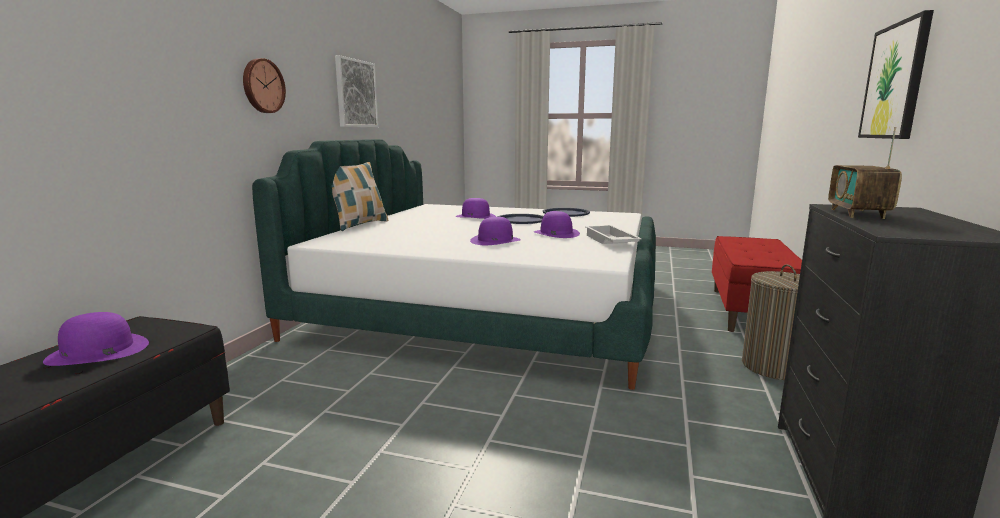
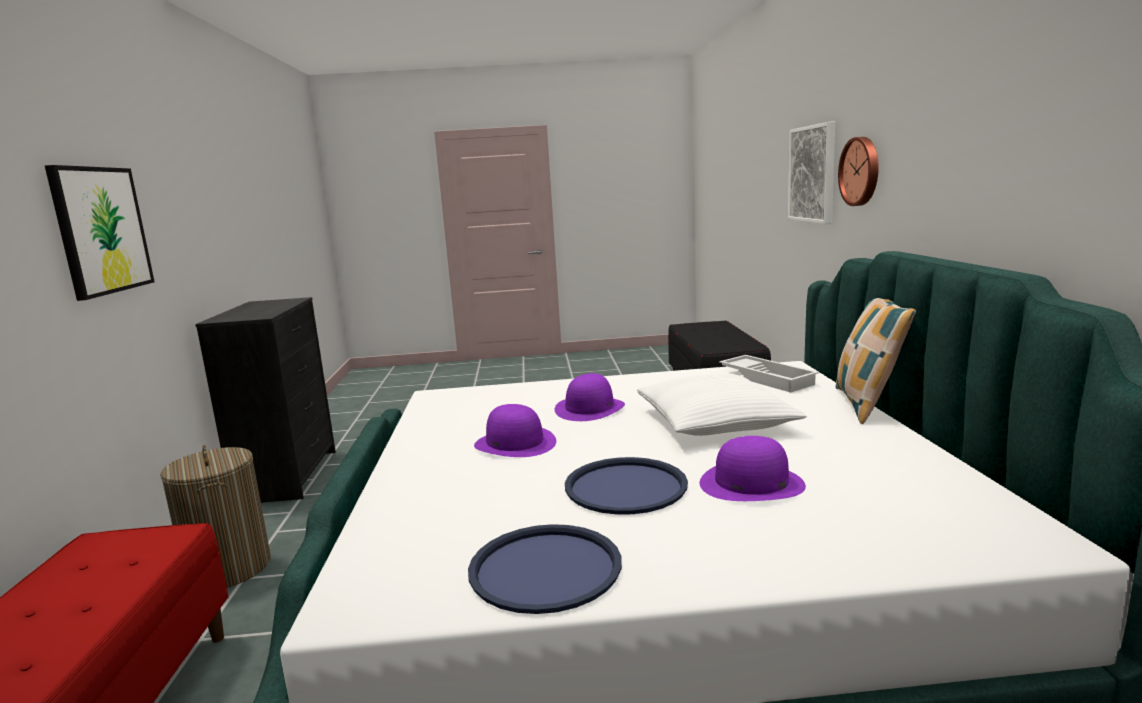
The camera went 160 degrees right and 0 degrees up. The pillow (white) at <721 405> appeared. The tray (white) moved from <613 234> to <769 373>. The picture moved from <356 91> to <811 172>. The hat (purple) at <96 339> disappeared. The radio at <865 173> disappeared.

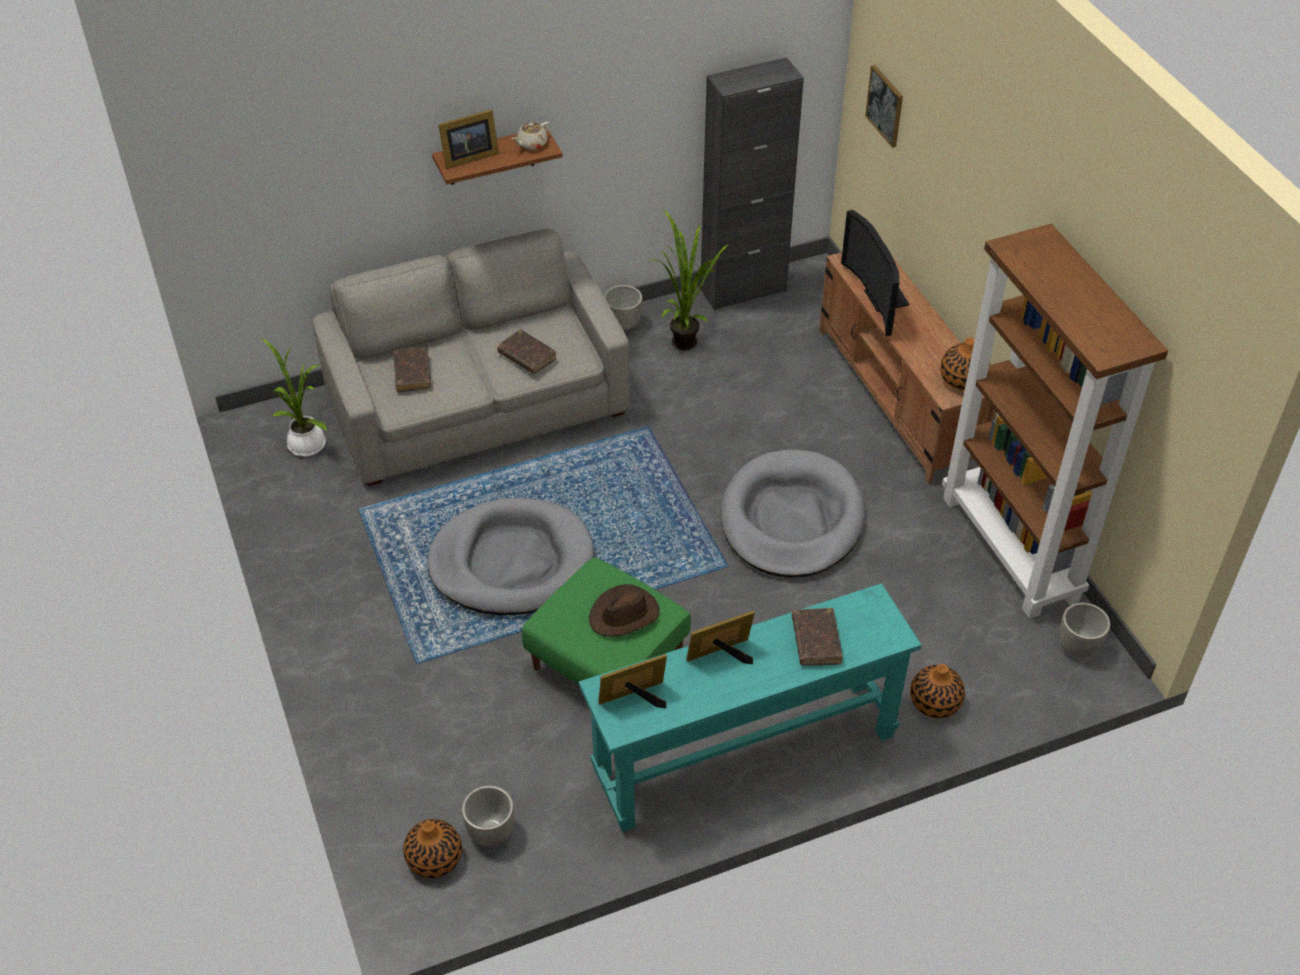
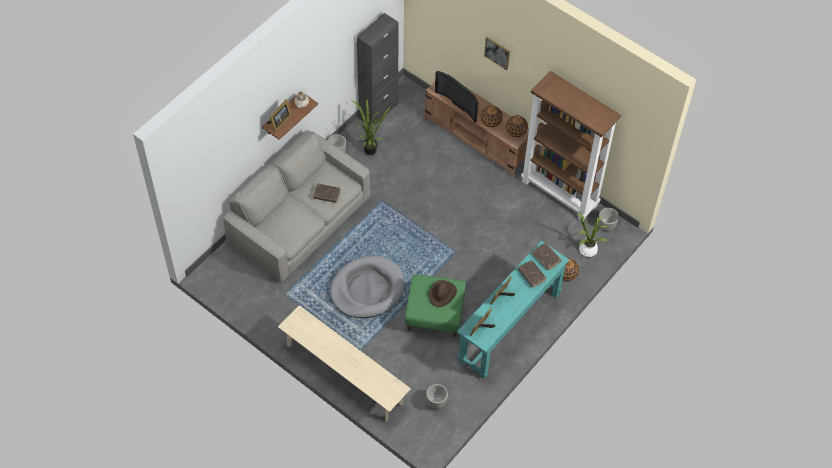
The camera went 30 degrees left and 10 degrees up. The bench (beige) at <344 363> appeared. The vase moved from <432 848> to <491 116>. The picture moved from <884 106> to <497 54>. The book (brown) moved from <412 370> to <547 257>. The potted plant moved from <295 398> to <592 234>. The dog bed (grey) at <792 514> disappeared.

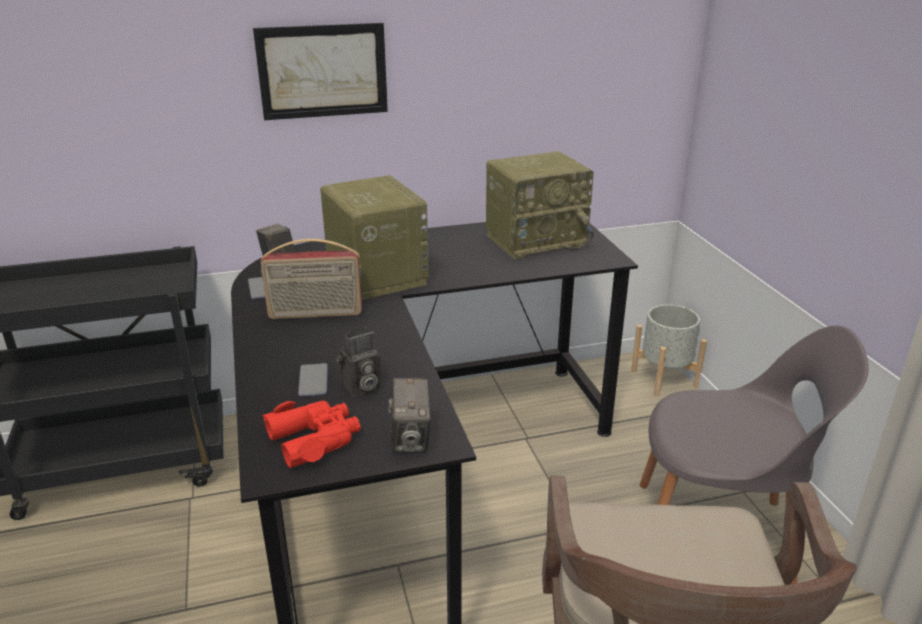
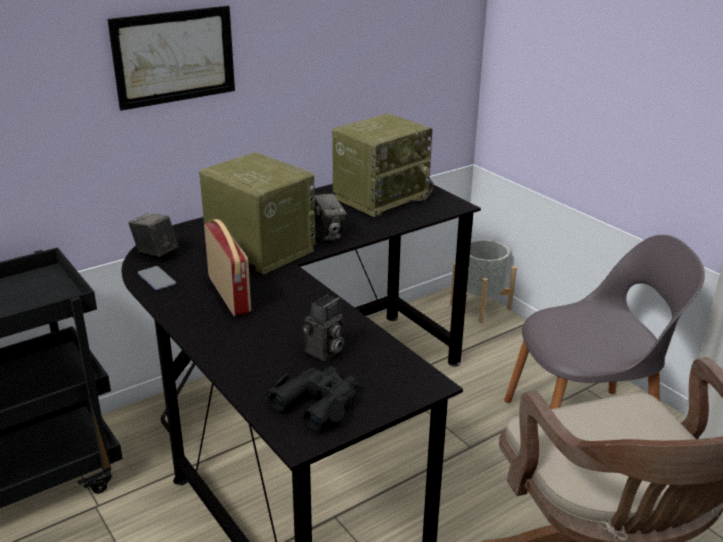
The camera went 20 degrees left and 0 degrees up. The radio at <311 279> turned 90 degrees counterclockwise. The binoculars (red) at <312 434> became the binoculars (black) at <312 399>. The photo camera moved from <409 415> to <329 217>. The phone at <313 380> disappeared.

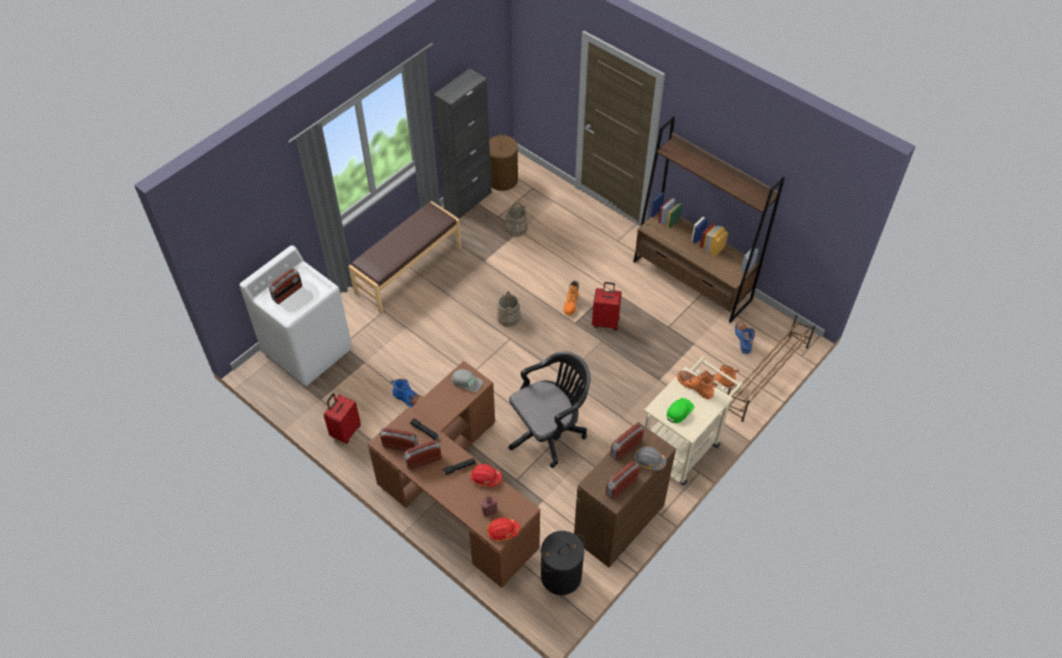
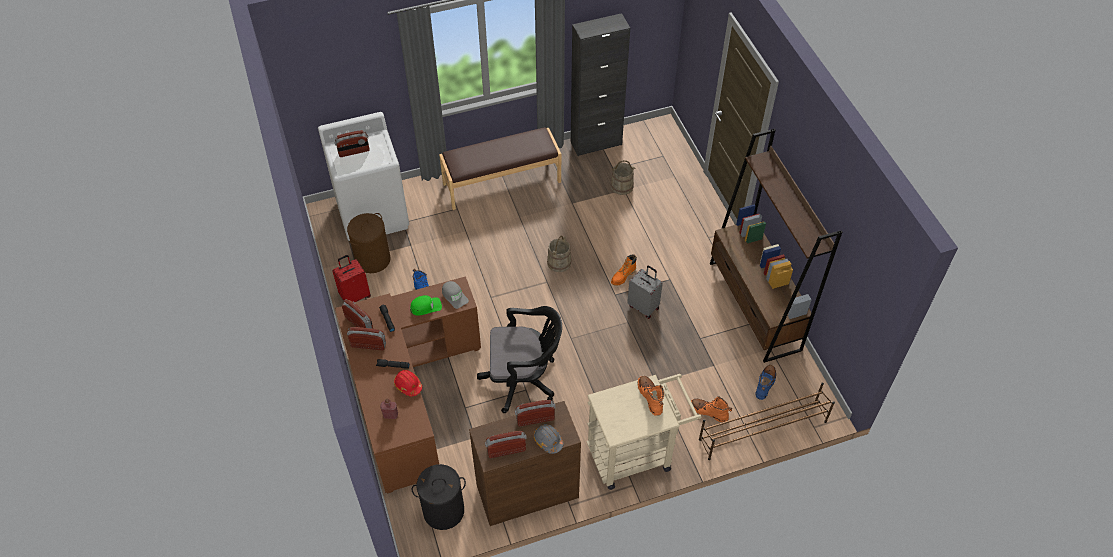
The camera went 30 degrees right and 0 degrees up. The laundry basket (brown) moved from <503 162> to <368 243>. The cap (green) moved from <680 410> to <426 305>. The suitcase (red) at <607 306> became the suitcase (grey) at <645 292>. The hard hat (red) at <503 529> disappeared.

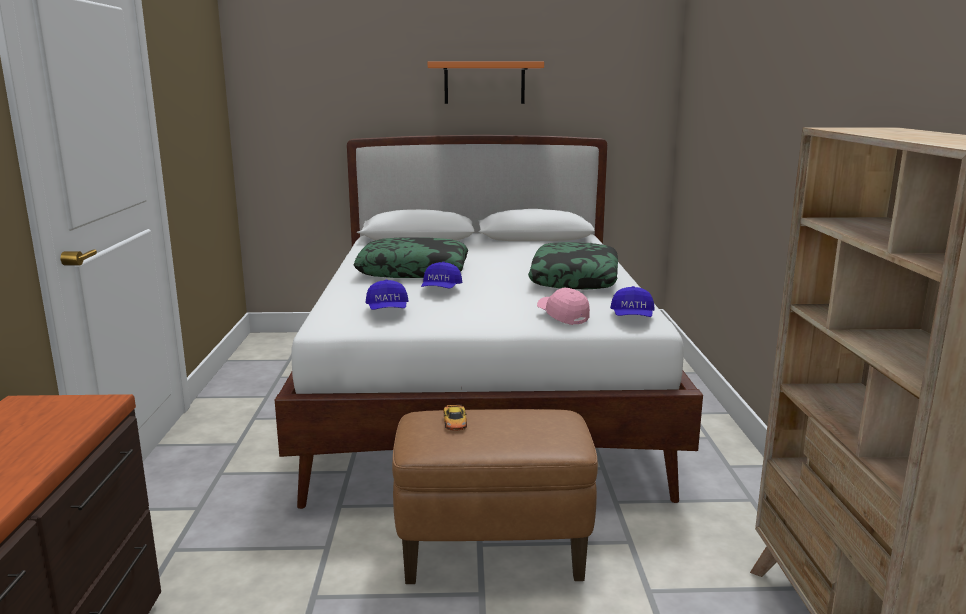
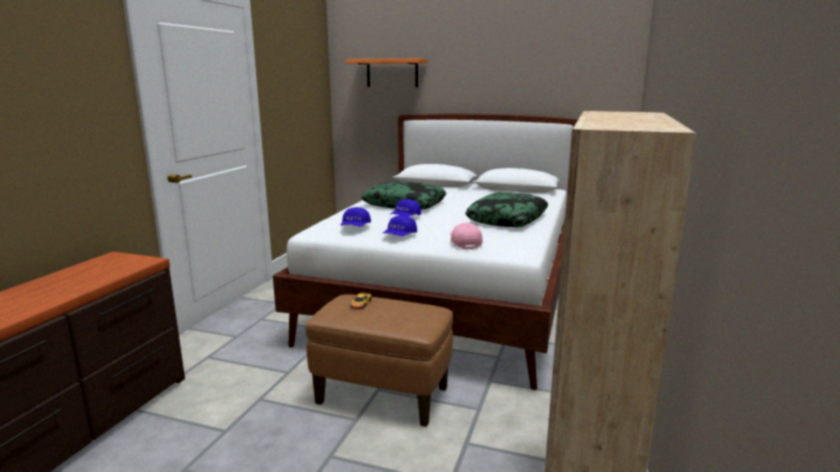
The camera went 20 degrees right and 0 degrees up. The shelf (orange) moved from <486 83> to <387 72>. The cap (blue) moved from <632 301> to <400 225>.

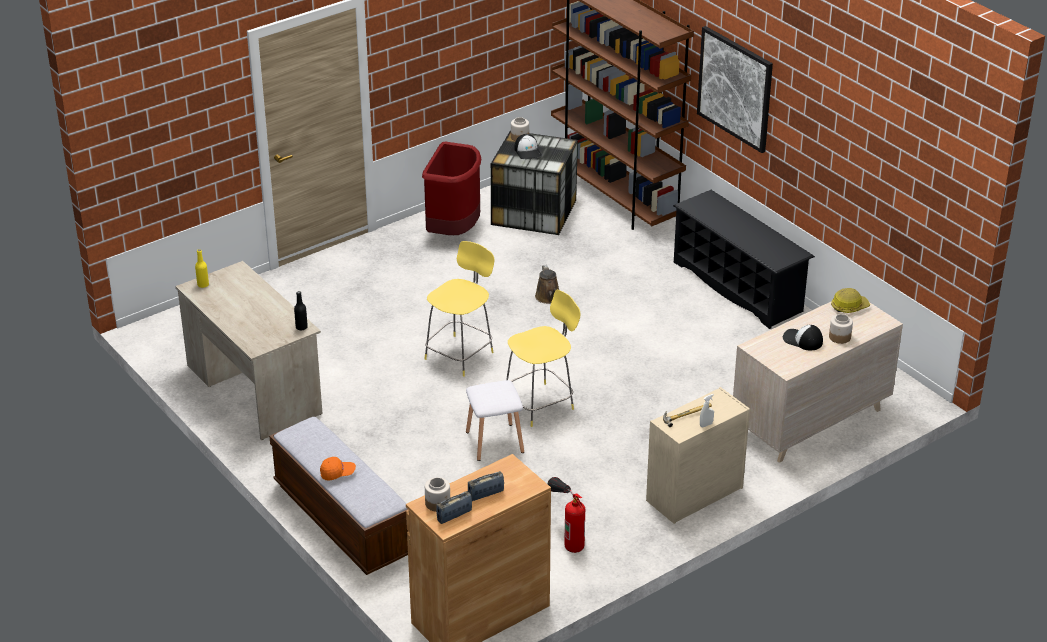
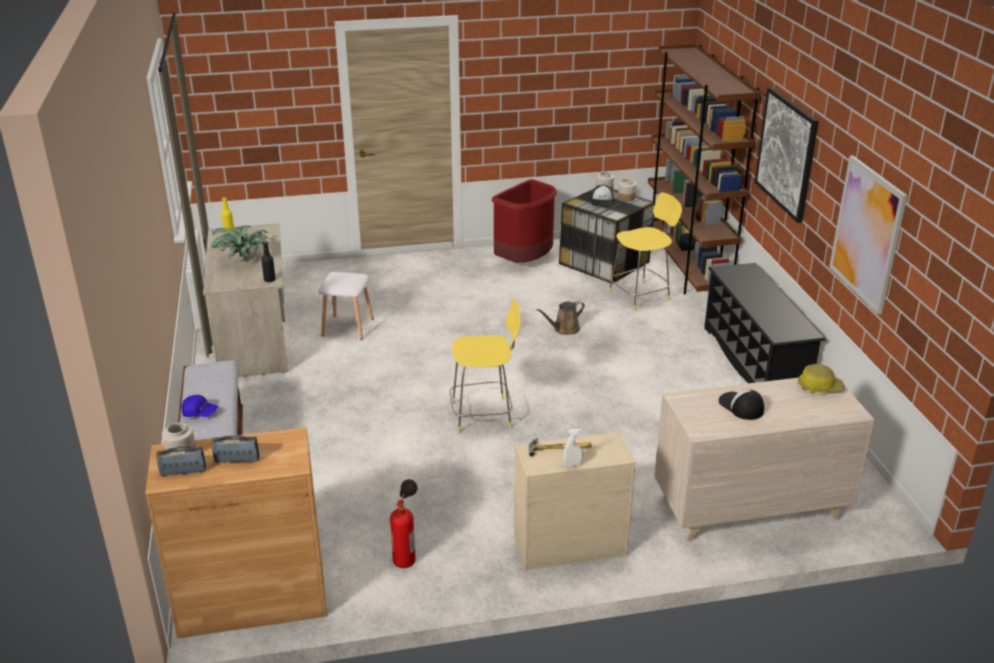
The camera went 25 degrees right and 5 degrees down. The cap (orange) at <338 469> became the cap (blue) at <200 406>. The potted plant at <243 243> appeared. The stool (white) moved from <495 420> to <346 306>. The watering can (brown) at <547 284> turned 45 degrees clockwise. The stool (yellow) moved from <459 309> to <645 251>. The jar moved from <841 329> to <627 190>. The picture at <868 234> appeared.

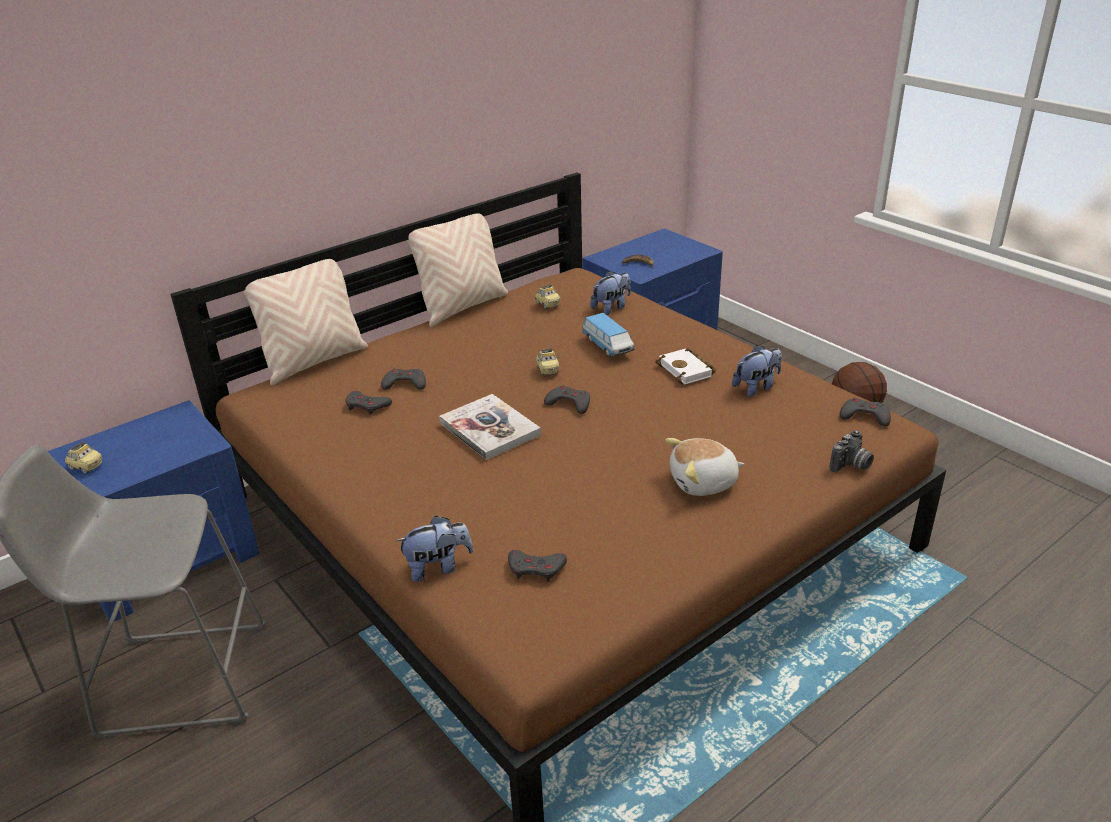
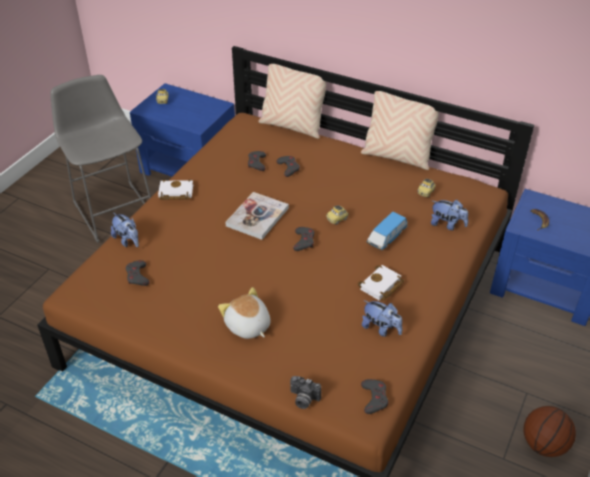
The camera went 65 degrees right and 10 degrees up. The book (white) at <175 189> appeared.

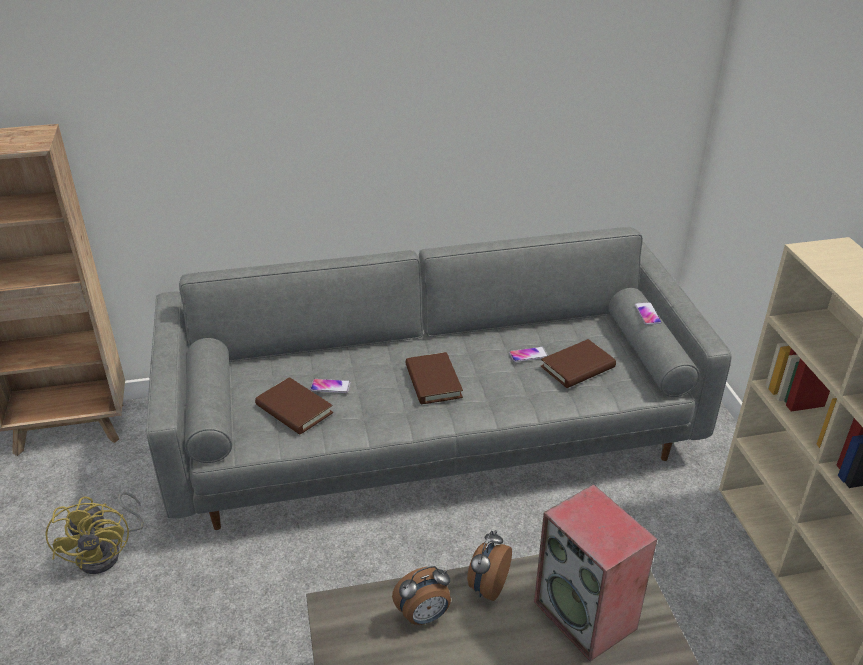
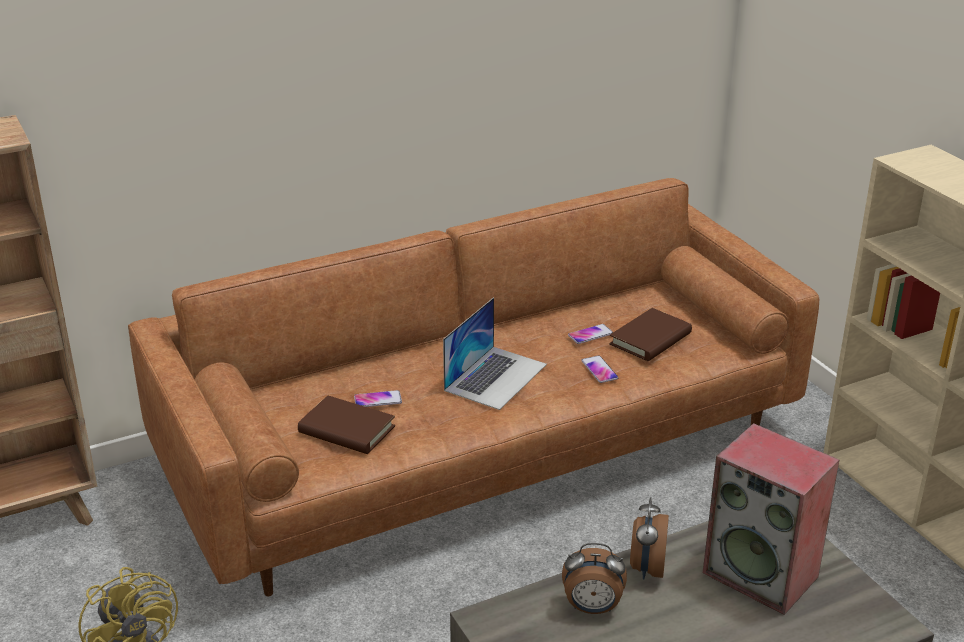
The camera went 15 degrees left and 5 degrees down. The sofa (grey) at <439 378> became the sofa (brown) at <473 387>. The book (brown) at <434 378> was replaced by the laptop at <495 353>. The alarm clock at <421 595> turned 45 degrees clockwise. The phone moved from <648 313> to <599 369>.

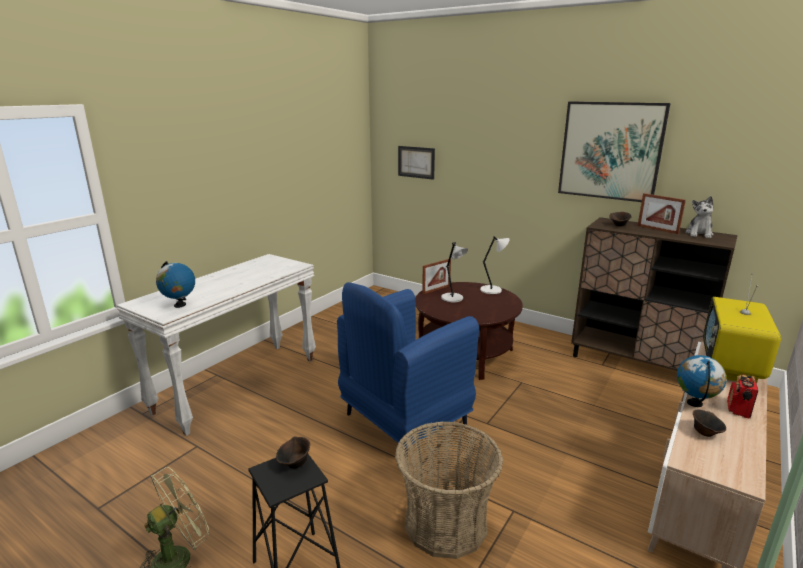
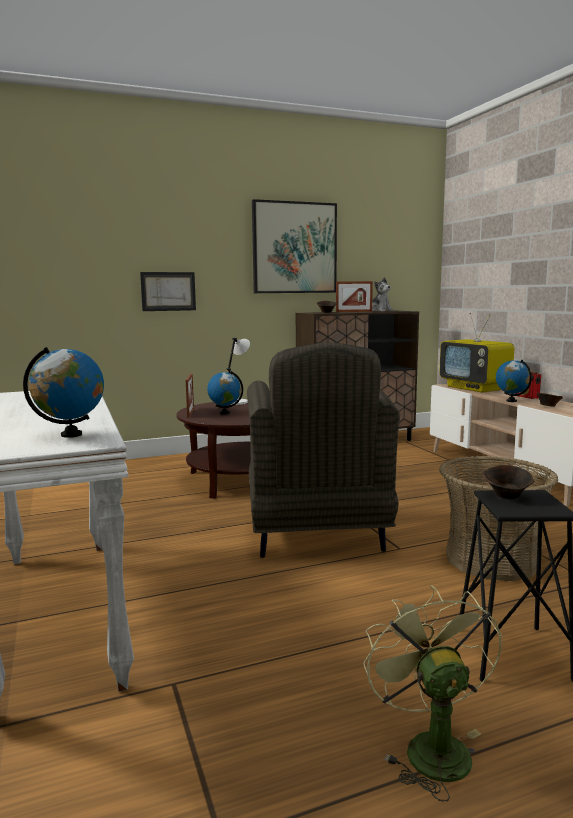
The camera went 55 degrees left and 10 degrees down. The picture moved from <416 163> to <168 291>. The table lamp (grey) at <454 272> was replaced by the globe at <225 392>. The armchair (blue) at <408 367> became the armchair (grey) at <323 450>.

